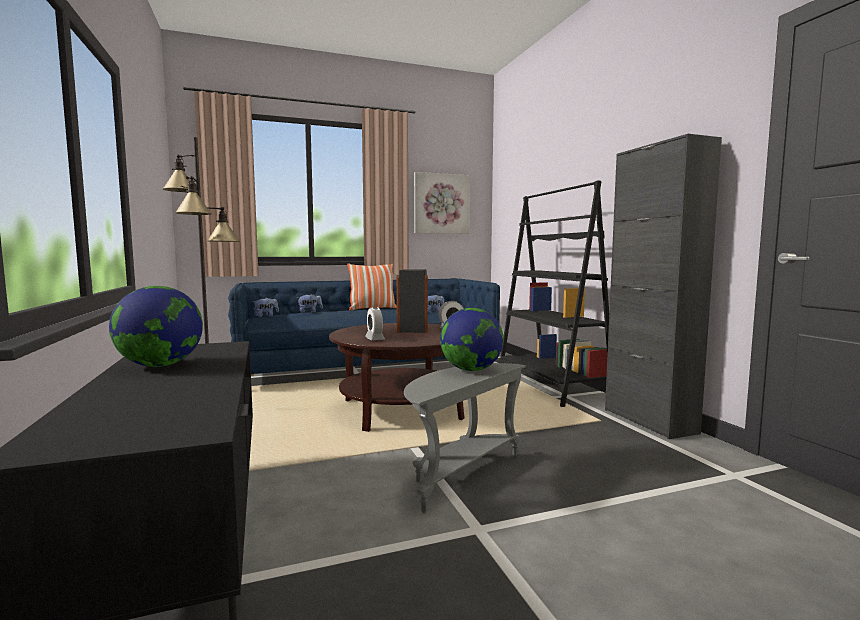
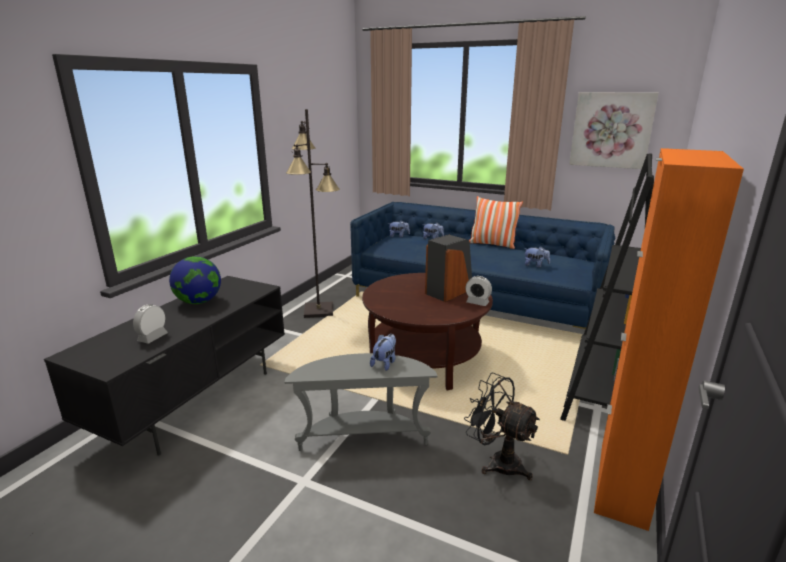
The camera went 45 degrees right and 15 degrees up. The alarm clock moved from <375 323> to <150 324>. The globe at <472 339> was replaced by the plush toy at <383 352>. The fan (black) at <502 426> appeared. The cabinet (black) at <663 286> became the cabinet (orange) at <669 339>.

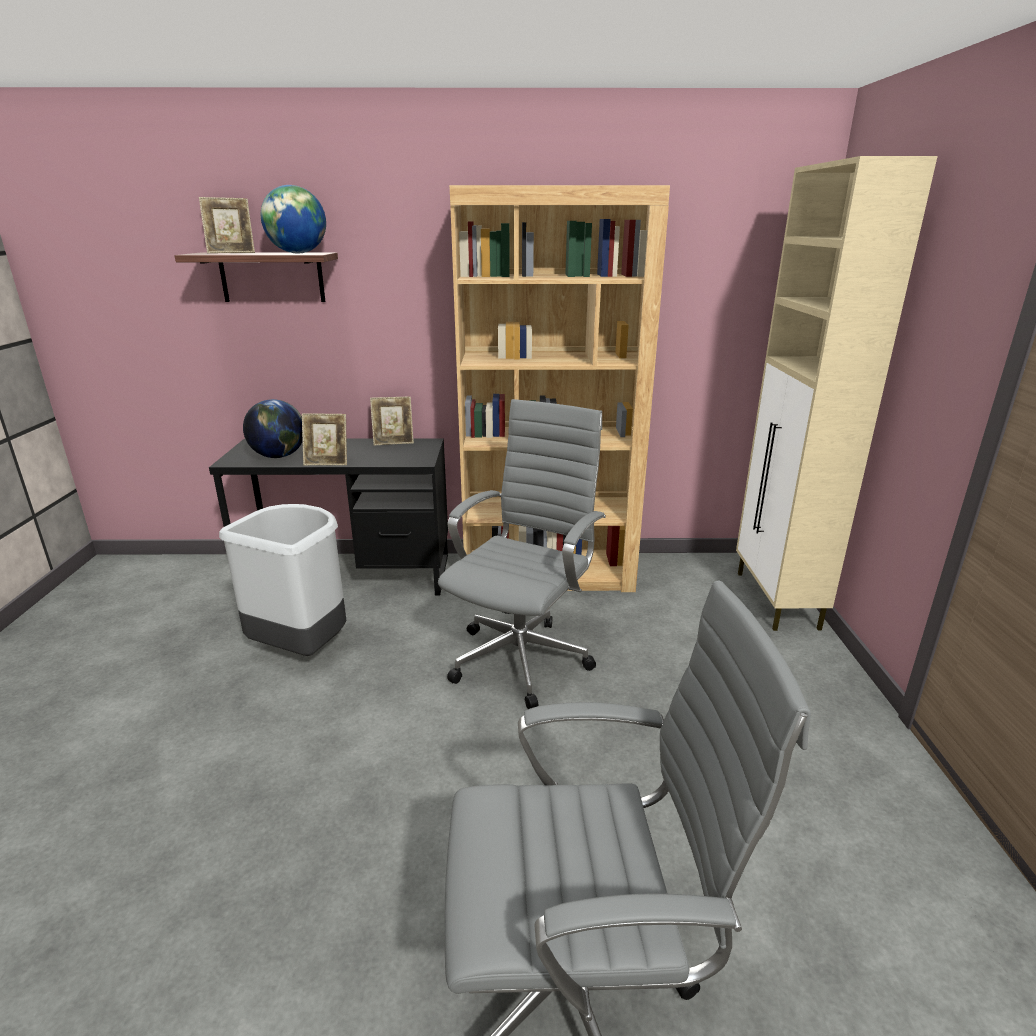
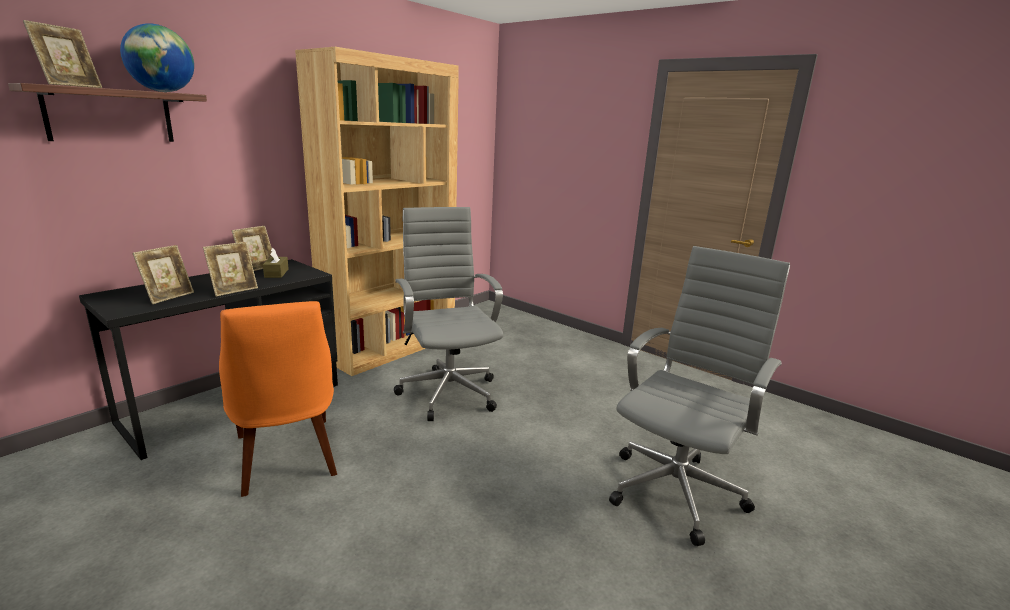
The camera went 50 degrees left and 5 degrees down. The globe at <273 428> was replaced by the picture frame at <163 274>. The trash can (grey) at <282 580> was replaced by the chair (orange) at <278 399>. The tissue box (brown) at <276 263> appeared. The cabinet (beige) at <837 393> disappeared.

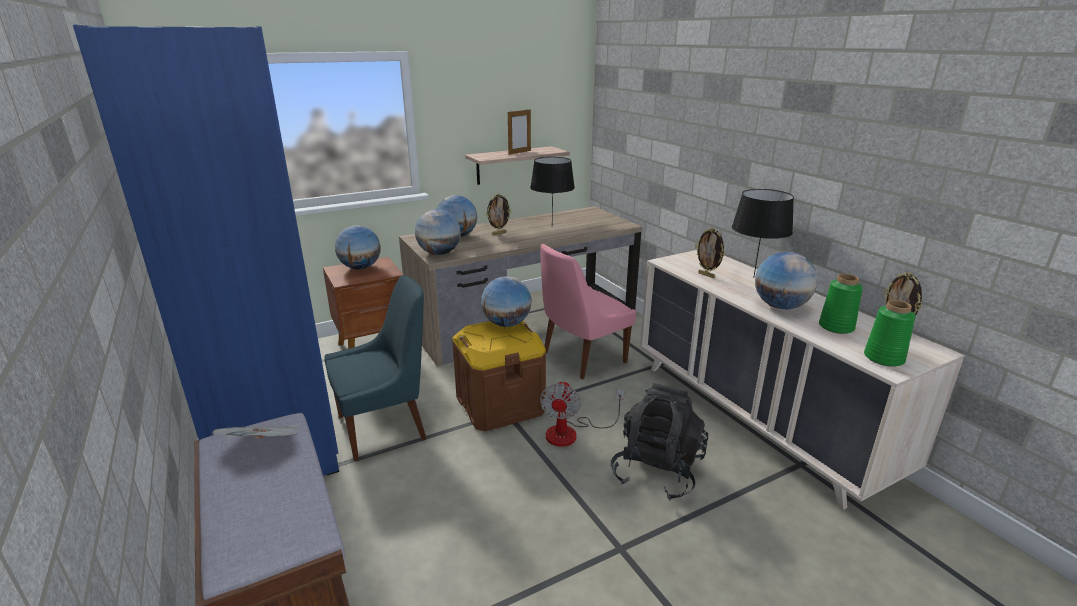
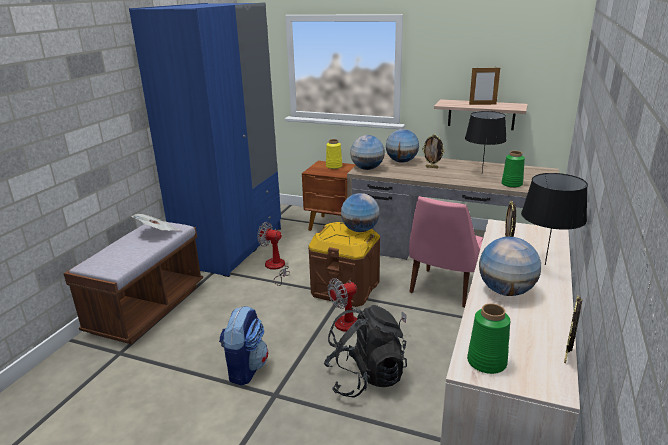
The camera went 50 degrees right and 0 degrees up. The backpack at <243 346> appeared. The chair (blue) at <375 368> was replaced by the fan at <273 254>. The globe at <358 247> was replaced by the vase (yellow) at <334 154>. The chair (pink) at <588 311> turned 75 degrees counterclockwise. The vase (green) moved from <841 304> to <513 169>.

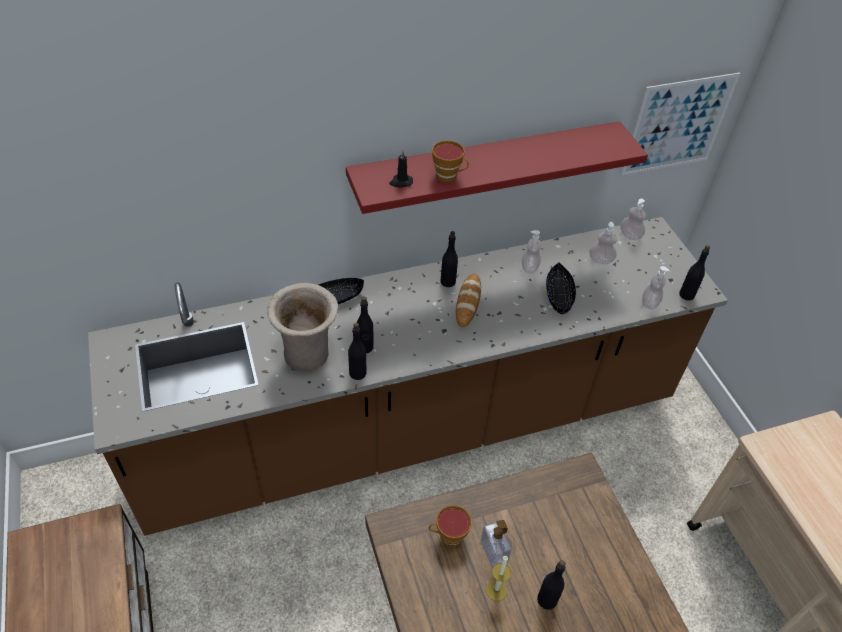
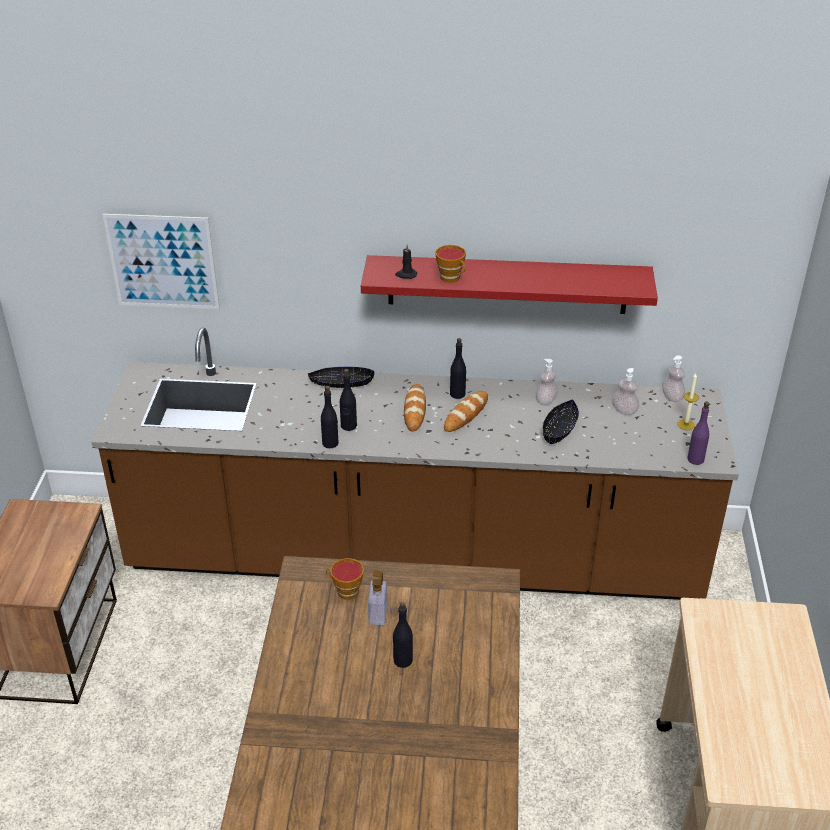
The camera went 25 degrees right and 10 degrees down. The picture moved from <680 124> to <161 261>. The bread at <415 408> appeared. The candle moved from <498 578> to <688 401>. The bottle (black) at <694 272> became the bottle (purple) at <698 433>. The vase (beige) at <302 327> disappeared. The soap dispenser at <656 287> disappeared.

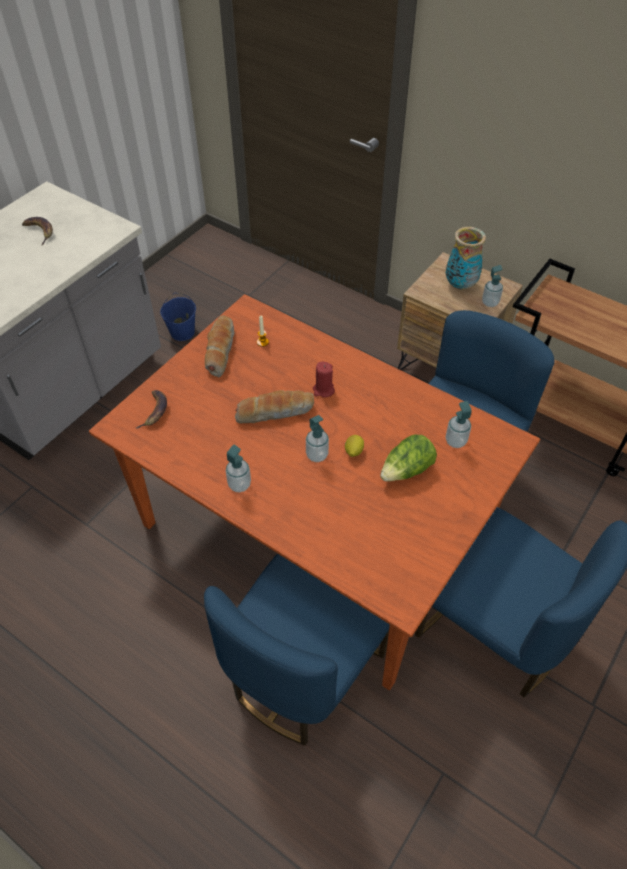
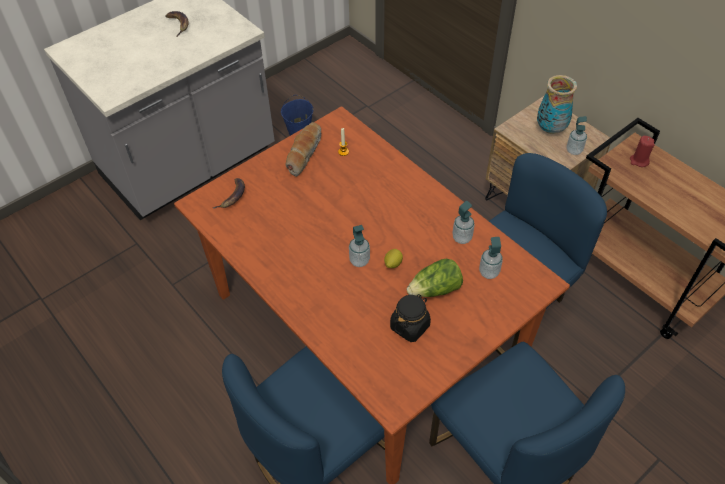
The camera went 15 degrees right and 0 degrees up. The jar (black) at <410 318> appeared. The soap dispenser moved from <238 468> to <463 222>. The candle (red) moved from <324 380> to <642 151>. The bread at <274 406> disappeared.

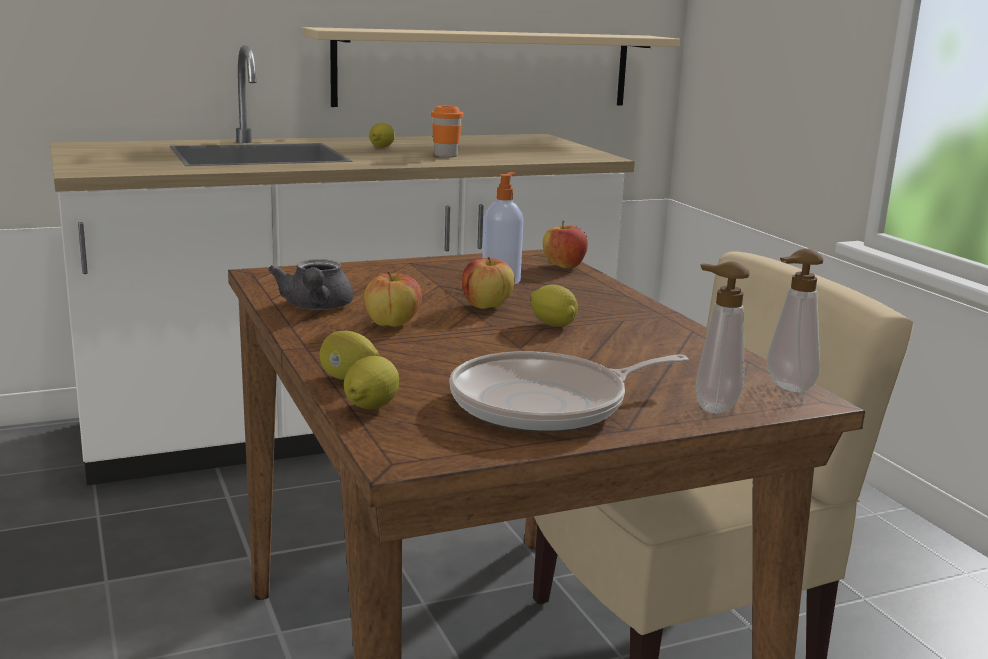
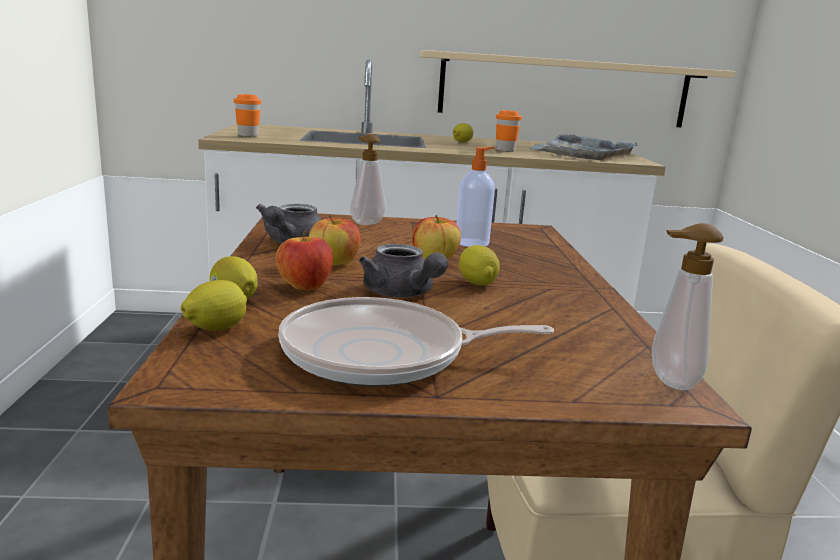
The camera went 20 degrees right and 0 degrees up. The cup (orange) at <247 115> appeared. The apple moved from <565 244> to <304 260>. The soap dispenser moved from <723 337> to <368 179>. The teapot (grey) at <403 271> appeared. The tray (grey) at <583 147> appeared.

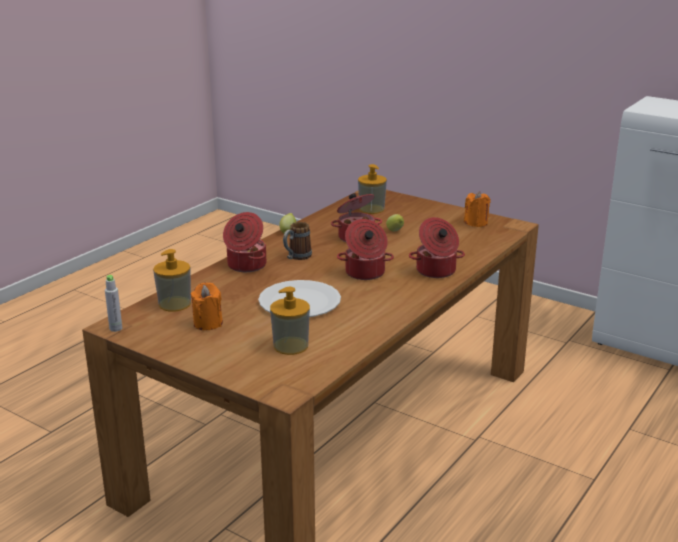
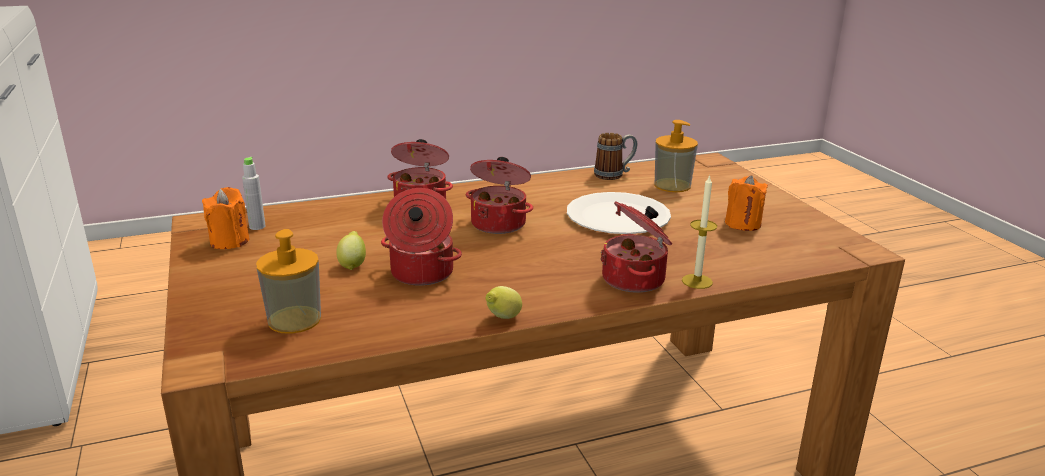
The camera went 145 degrees left and 0 degrees up. The bottle (grey) moved from <113 303> to <254 193>. The mug moved from <297 241> to <615 156>. The candle at <699 231> appeared. The soap dispenser at <172 280> disappeared.

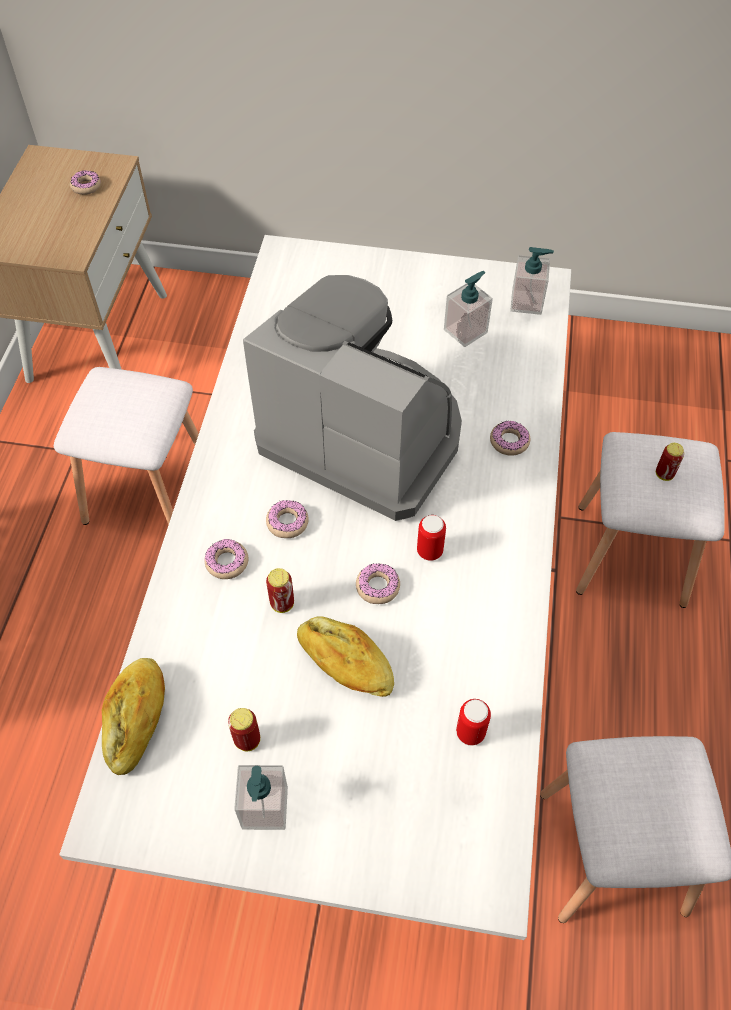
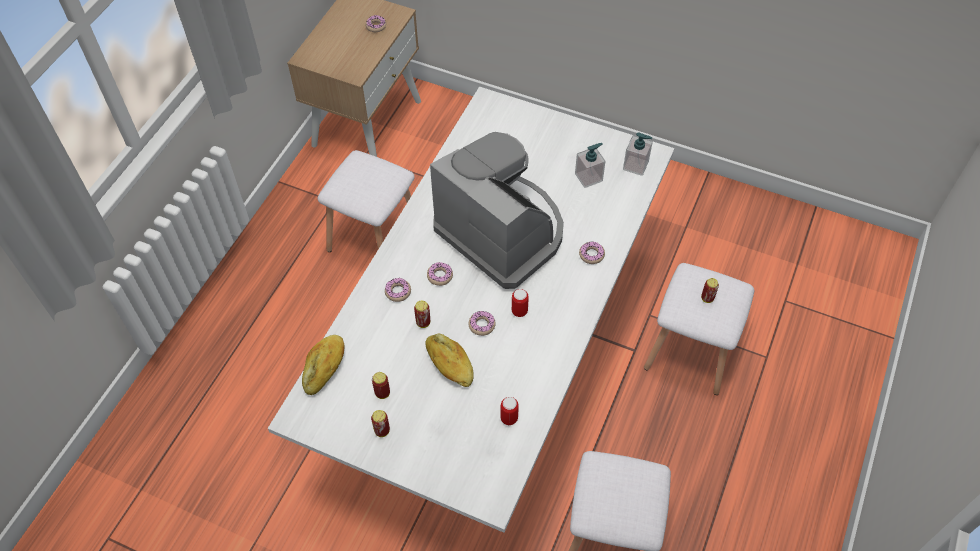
The camera went 15 degrees right and 0 degrees up. The soap dispenser at <261 797> was replaced by the can at <380 423>.

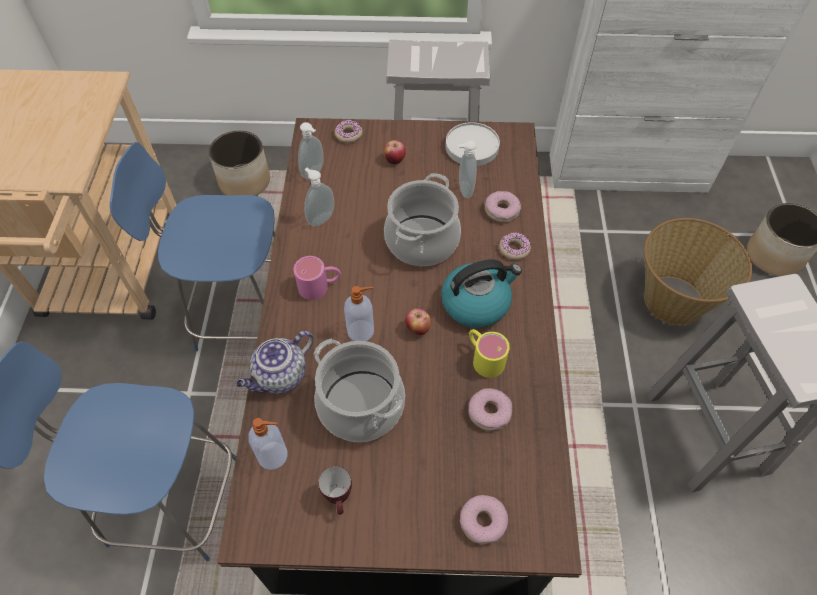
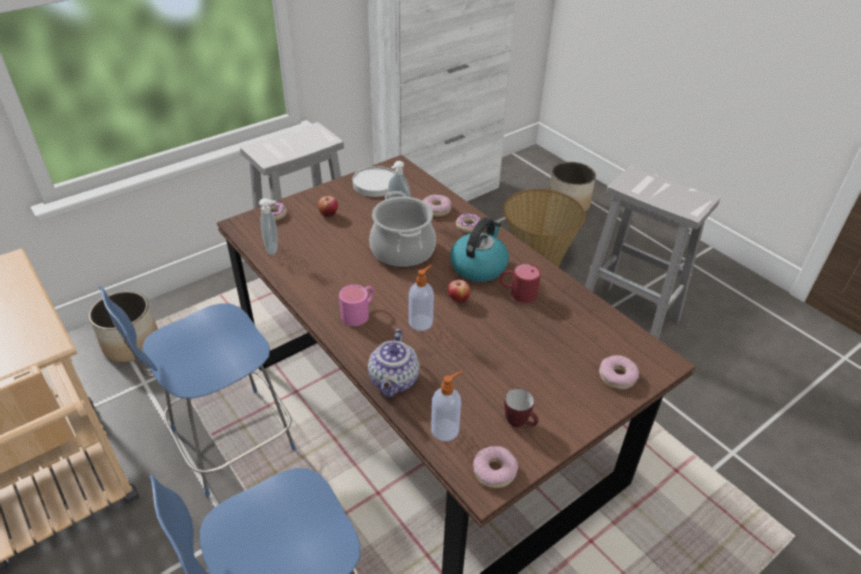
The camera went 40 degrees left and 15 degrees down. The donut moved from <490 409> to <495 467>. The mug (yellow) at <489 353> became the mug (red) at <520 283>. The soap dispenser at <319 197> disappeared. The cooking pot at <359 390> disappeared.

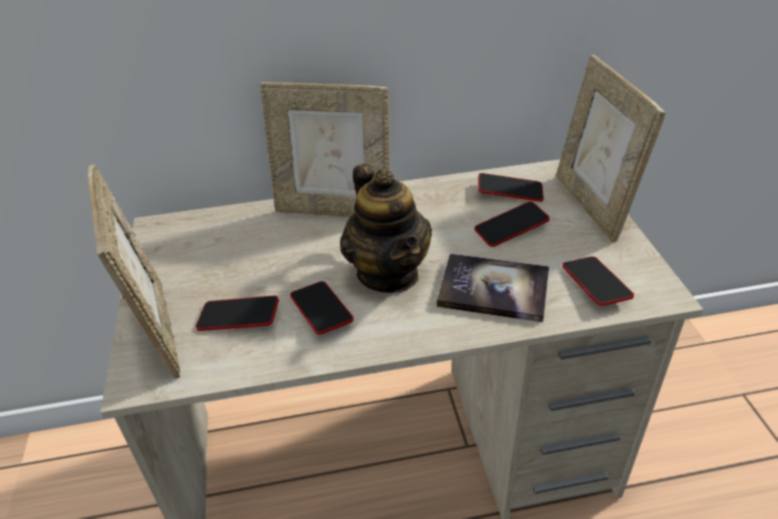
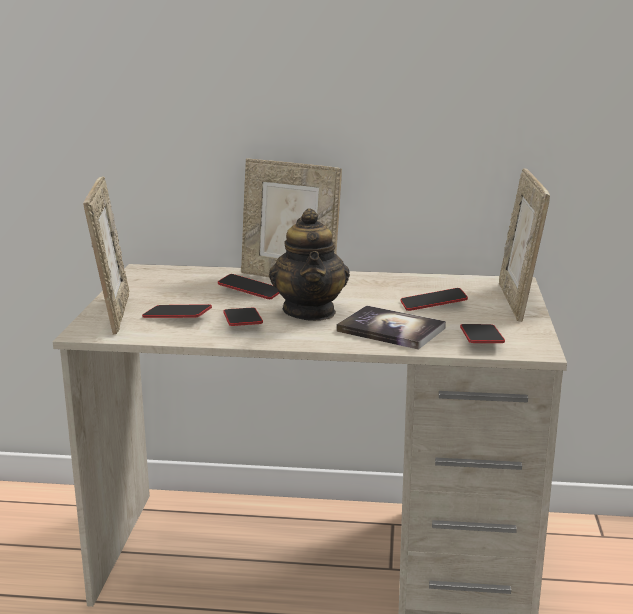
The camera went 15 degrees right and 20 degrees down. The phone moved from <511 187> to <249 286>.

